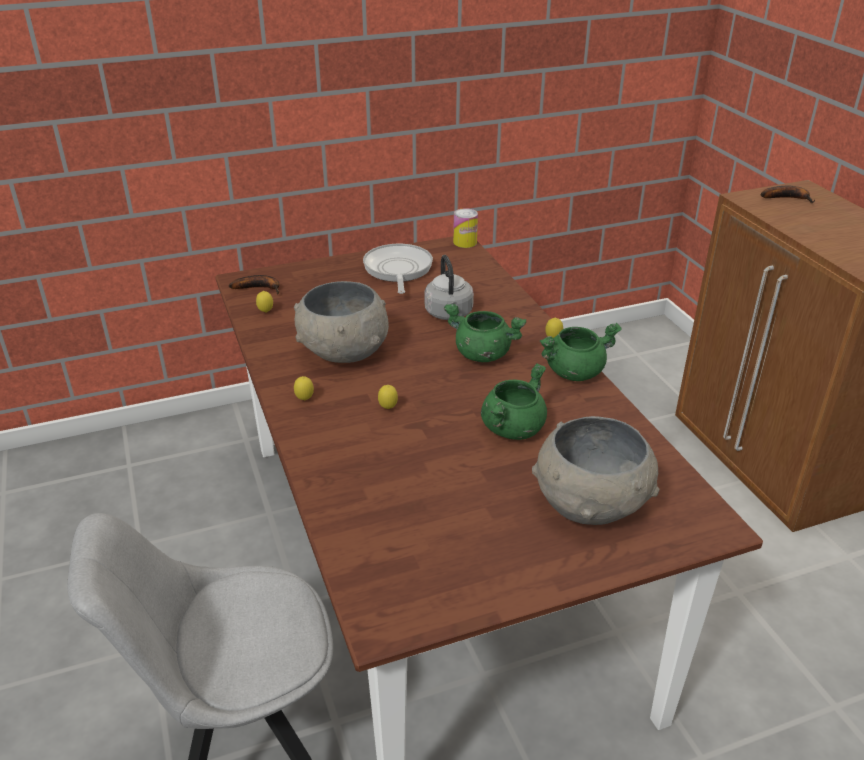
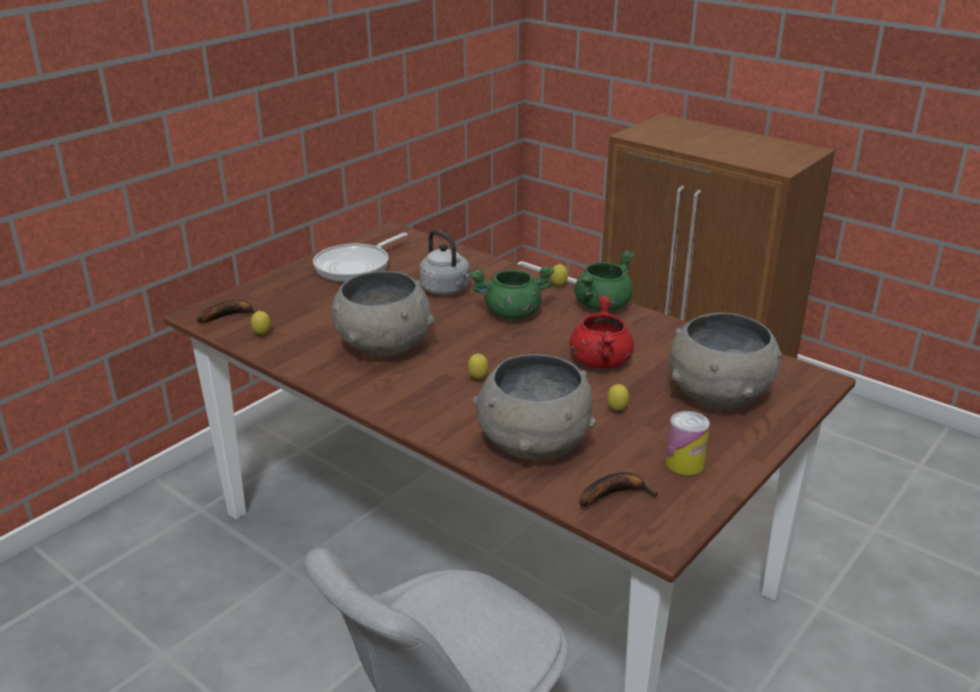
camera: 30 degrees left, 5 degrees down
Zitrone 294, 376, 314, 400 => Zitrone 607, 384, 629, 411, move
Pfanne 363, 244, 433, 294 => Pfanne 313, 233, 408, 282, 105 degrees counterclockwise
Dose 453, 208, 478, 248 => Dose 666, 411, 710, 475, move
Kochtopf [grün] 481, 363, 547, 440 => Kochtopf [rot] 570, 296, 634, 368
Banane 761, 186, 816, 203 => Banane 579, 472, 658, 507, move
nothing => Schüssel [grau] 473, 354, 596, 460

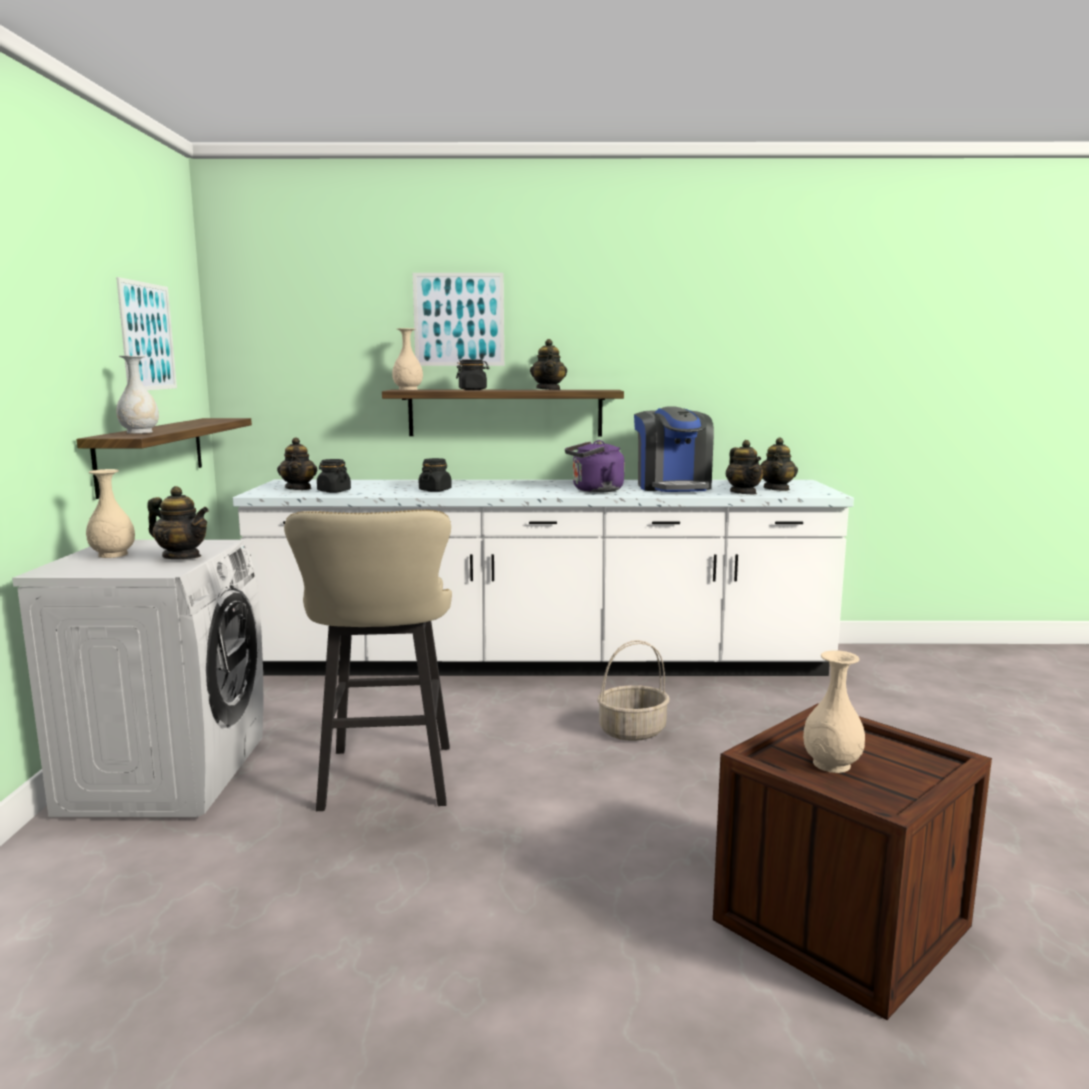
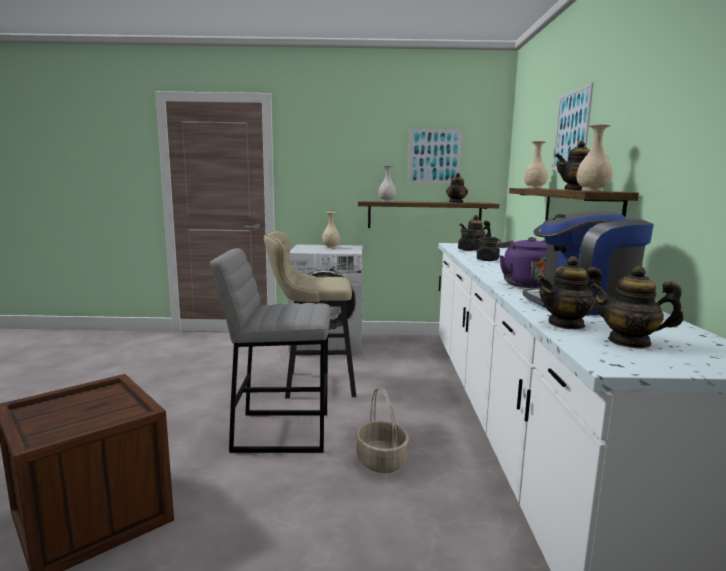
camera: 90 degrees right, 0 degrees up
Teekanne 147, 486, 209, 559 => Teekanne 446, 173, 468, 203, move
Vorratsglas [schwarz] 456, 359, 490, 390 => nothing
Vase [beige] 803, 650, 865, 773 => Vase [beige] 576, 124, 612, 191, move
nothing => Hocker [grau] 210, 248, 331, 453

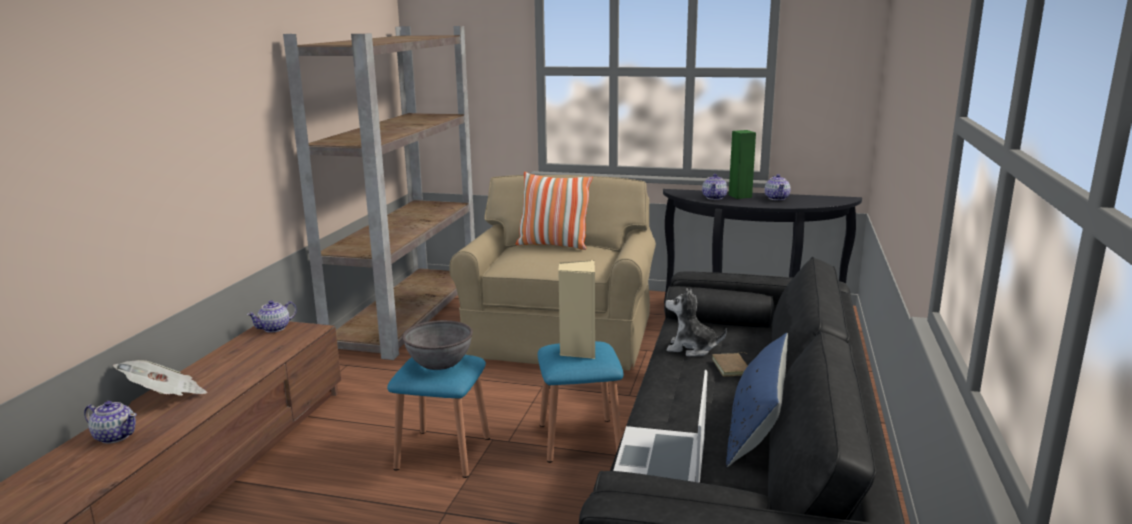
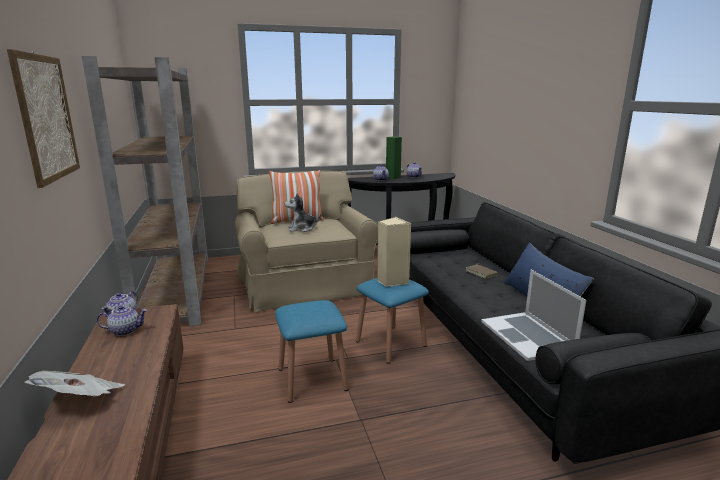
camera: 30 degrees left, 0 degrees up
Teekanne 84, 401, 137, 444 => Teekanne 97, 305, 148, 336, move
Schüssel [grau] 402, 320, 473, 370 => nothing
Plüschtier 665, 289, 727, 356 => Plüschtier 284, 193, 322, 232, move
nothing => Bild 7, 49, 80, 188

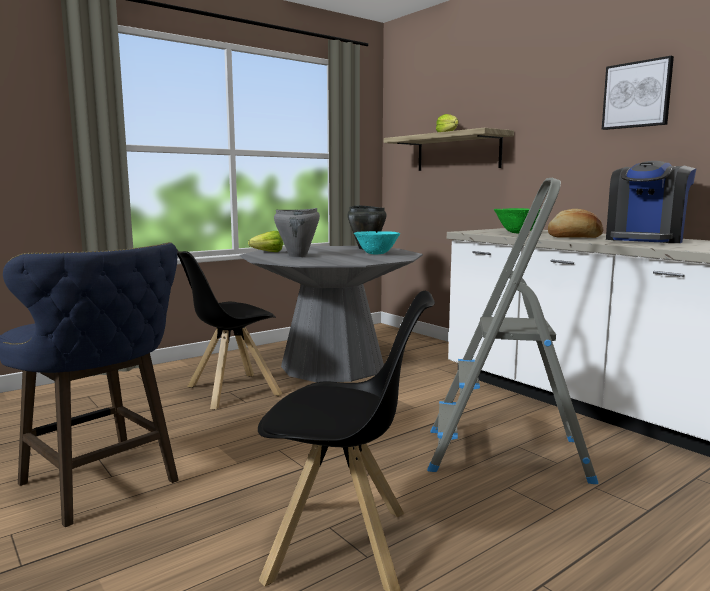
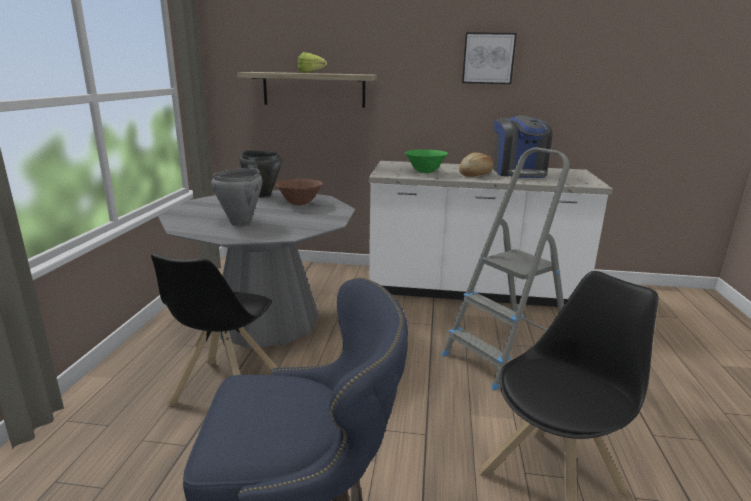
camera: 45 degrees left, 10 degrees up
Salatkopf 248, 231, 283, 252 => nothing
Schüssel [türkis] 354, 231, 400, 255 => Schüssel [braun] 276, 179, 323, 205

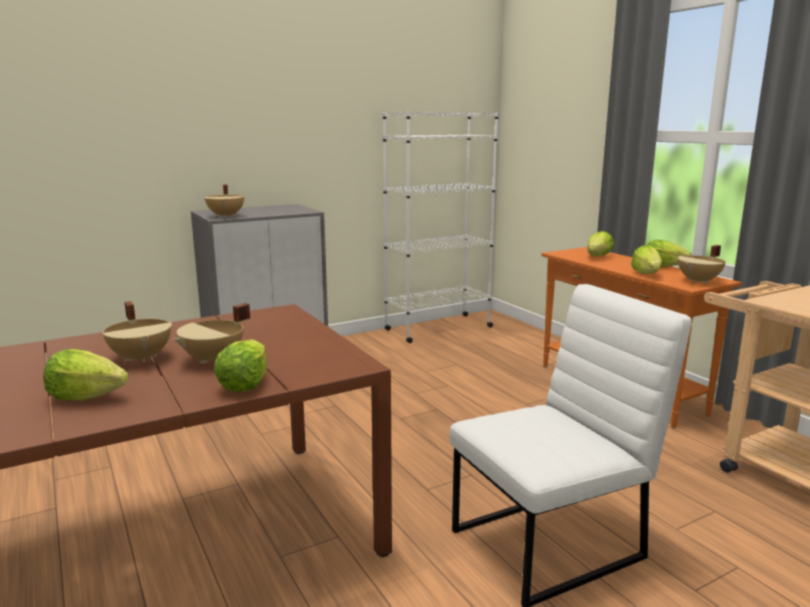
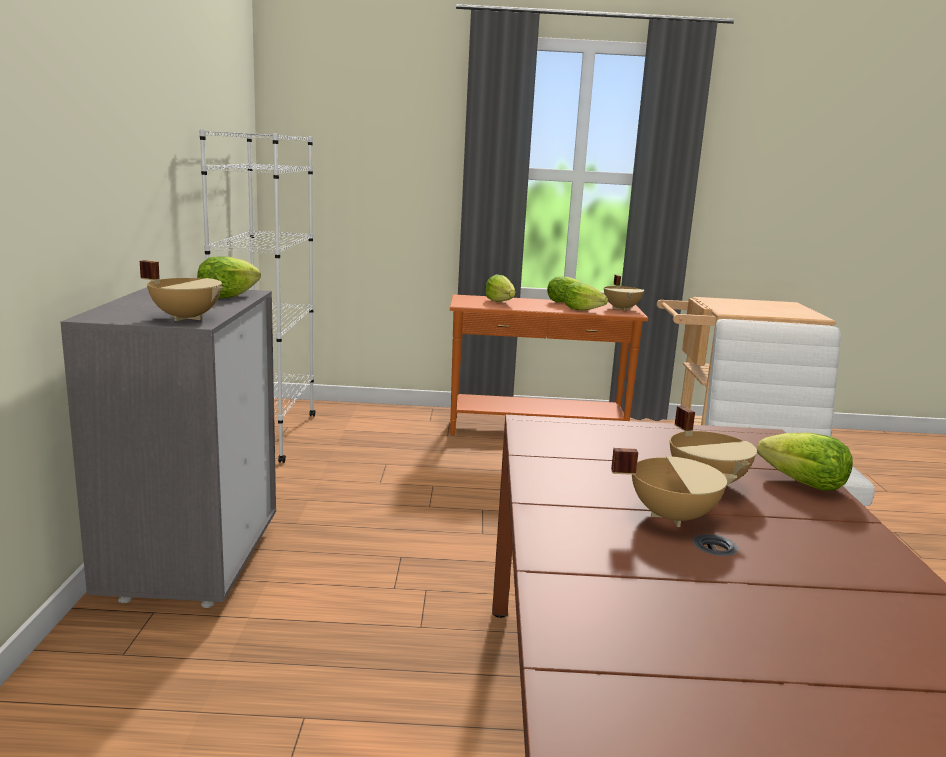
camera: 60 degrees left, 0 degrees up
Salatkopf 43, 349, 129, 401 => Salatkopf 197, 256, 261, 298, move

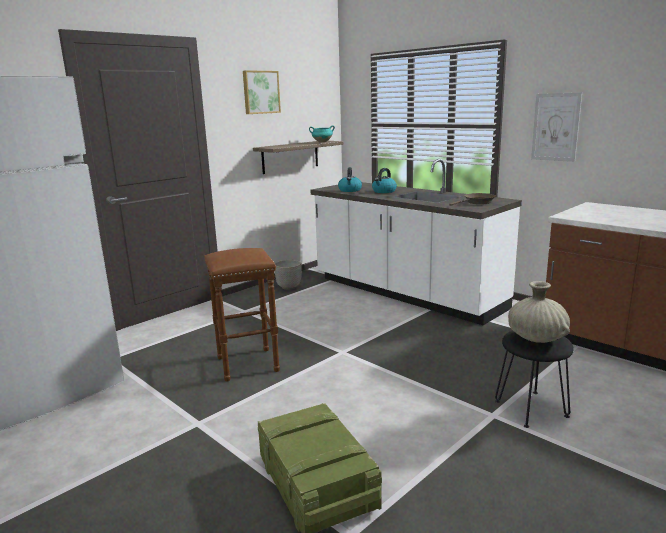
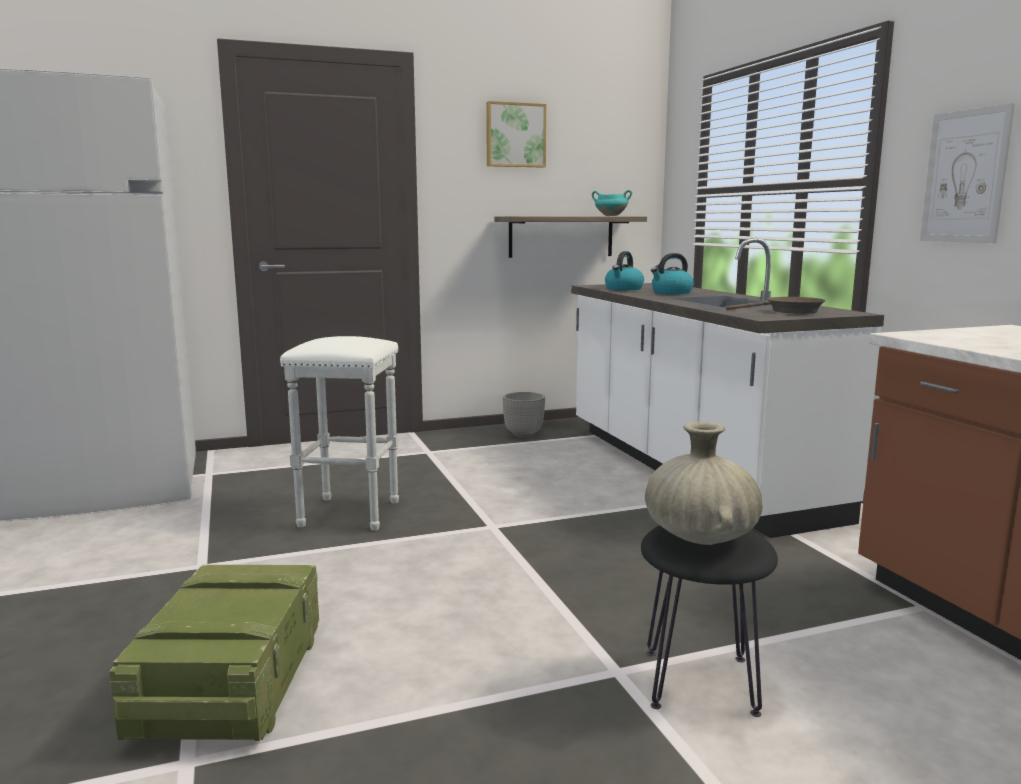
camera: 25 degrees right, 5 degrees down
Hocker [braun] 204, 248, 280, 381 => Hocker [weiß] 280, 336, 399, 531

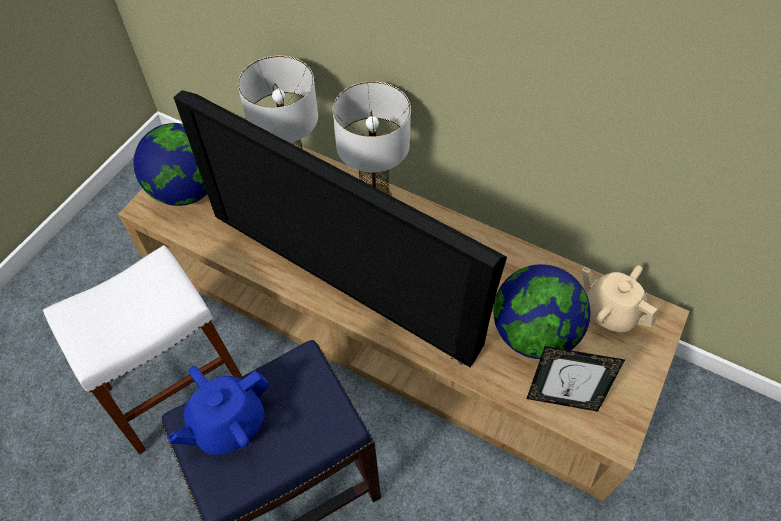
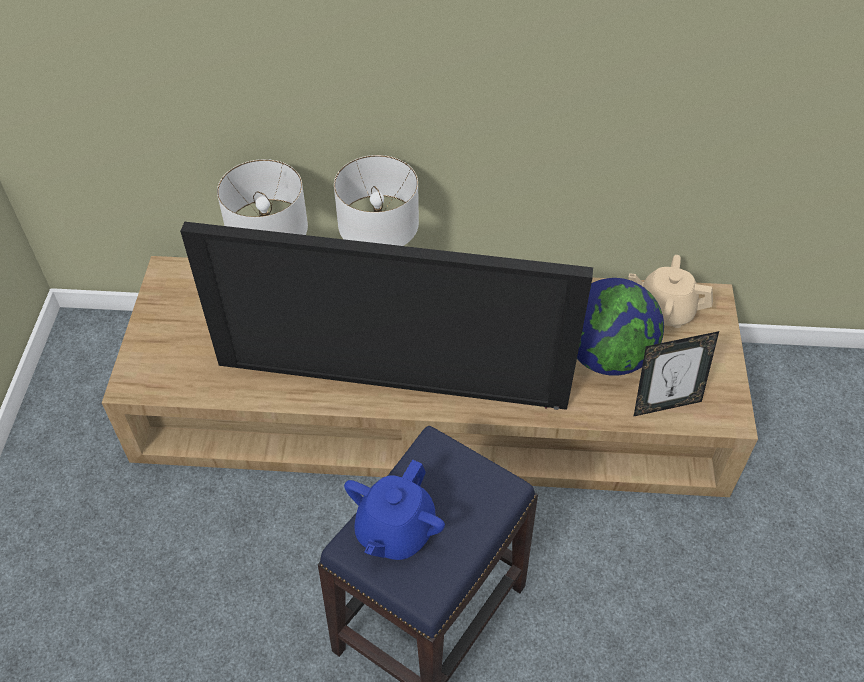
camera: 25 degrees left, 5 degrees down
Hocker [weiß] 43, 245, 242, 454 => nothing
Globus 133, 123, 207, 206 => nothing

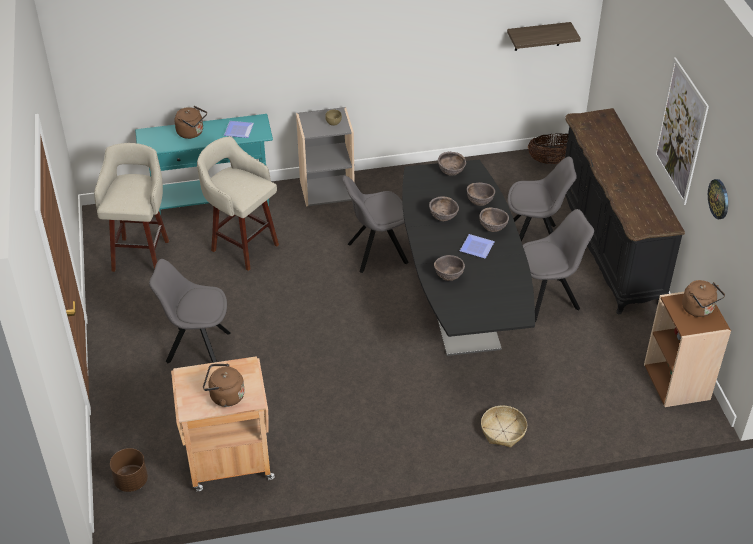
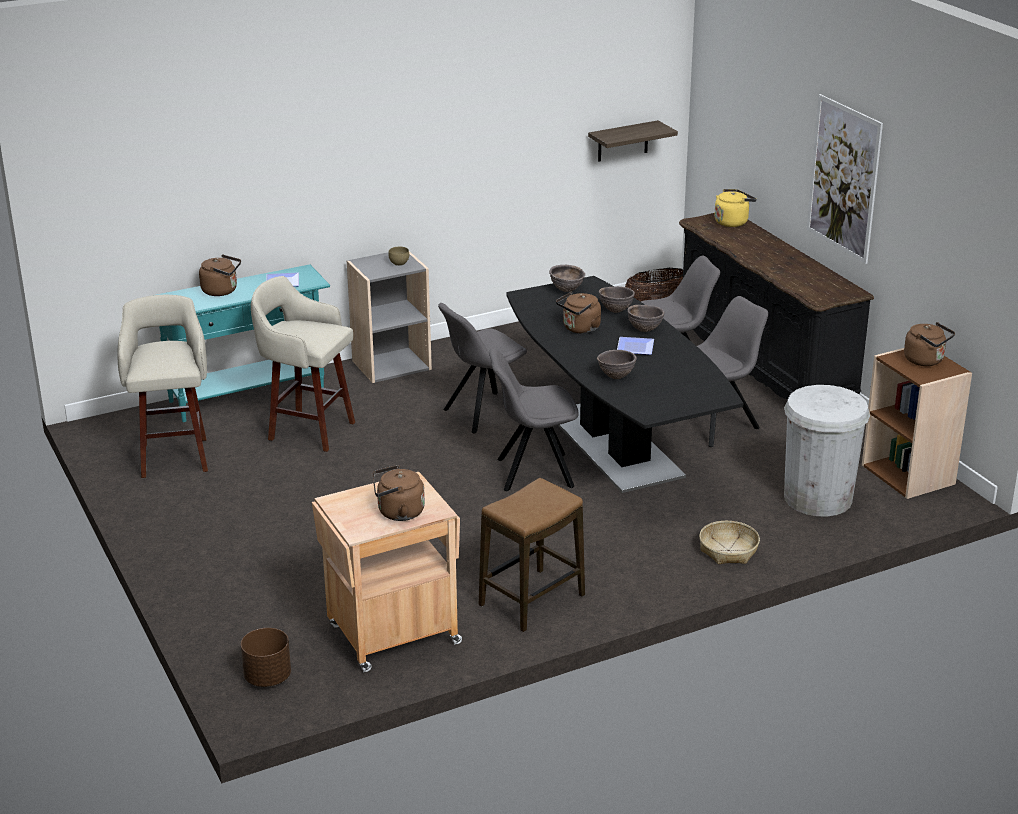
camera: 15 degrees left, 15 degrees down
Stuhl [grau] 149, 259, 231, 363 => Stuhl [grau] 489, 348, 579, 491, move
Schüssel [braun] 429, 196, 459, 221 => Wasserkessel [braun] 556, 291, 601, 334
Wanduhr 708, 179, 728, 219 => nothing
nothing => Hocker 479, 478, 585, 632
nothing => Wasserkessel [gelb] 714, 189, 756, 227
nothing => Mülleimer [weiß] 784, 385, 870, 517

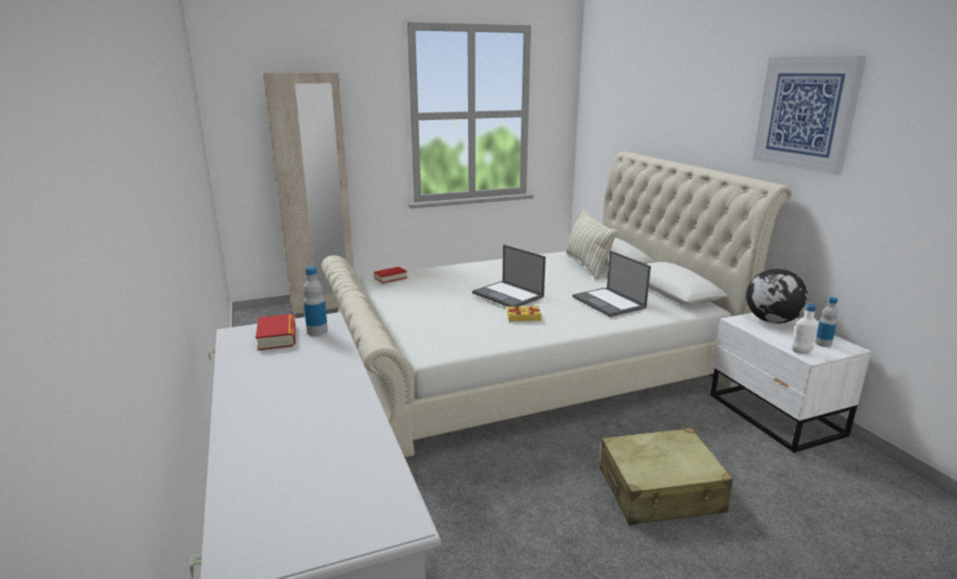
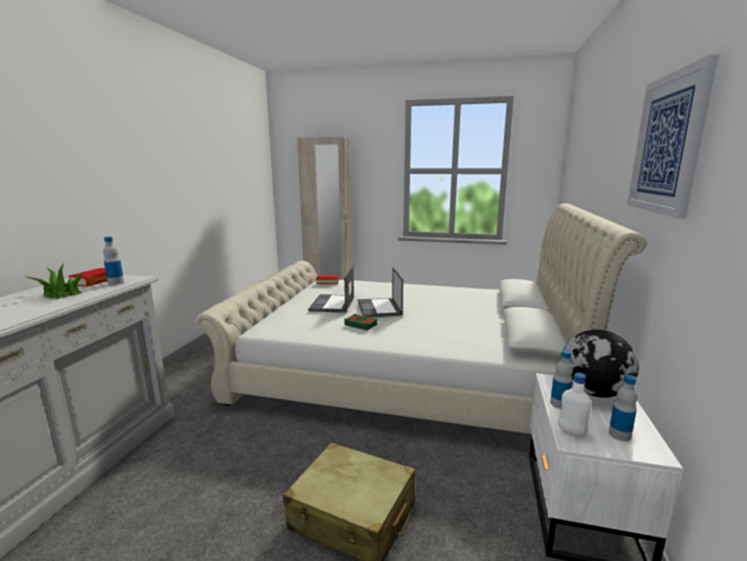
camera: 35 degrees right, 5 degrees down
Buch [gelb] 507, 306, 542, 321 => Buch [grün] 344, 314, 377, 331
Kissen 566, 209, 618, 279 => nothing
Laptop 573, 250, 651, 317 => Laptop 308, 266, 354, 313, move
nothing => Topfpflanze 27, 263, 83, 299
nothing => Flasche 550, 350, 573, 409

